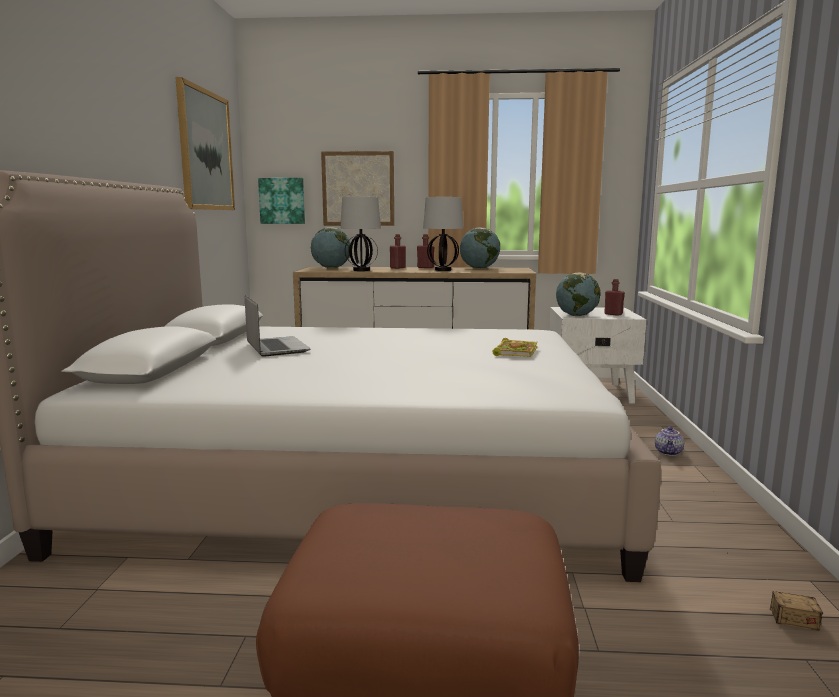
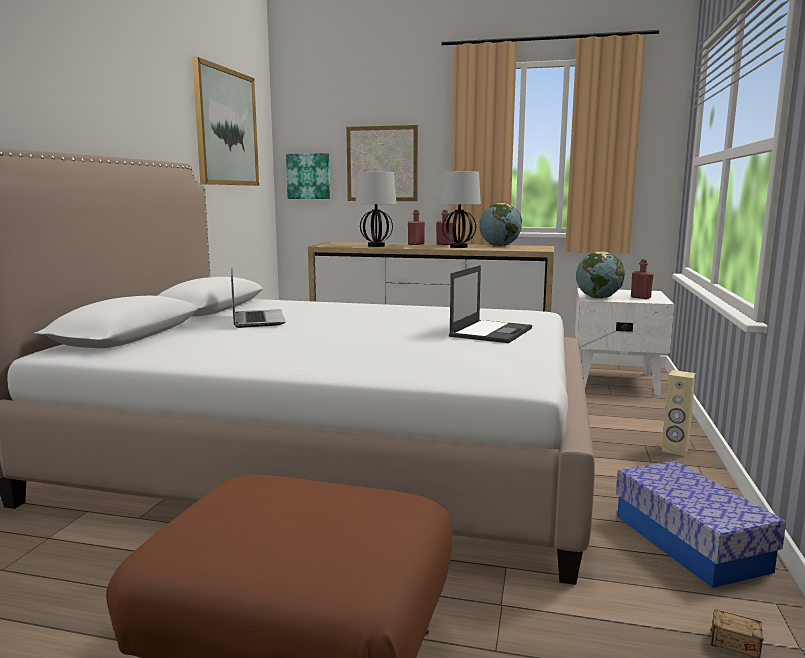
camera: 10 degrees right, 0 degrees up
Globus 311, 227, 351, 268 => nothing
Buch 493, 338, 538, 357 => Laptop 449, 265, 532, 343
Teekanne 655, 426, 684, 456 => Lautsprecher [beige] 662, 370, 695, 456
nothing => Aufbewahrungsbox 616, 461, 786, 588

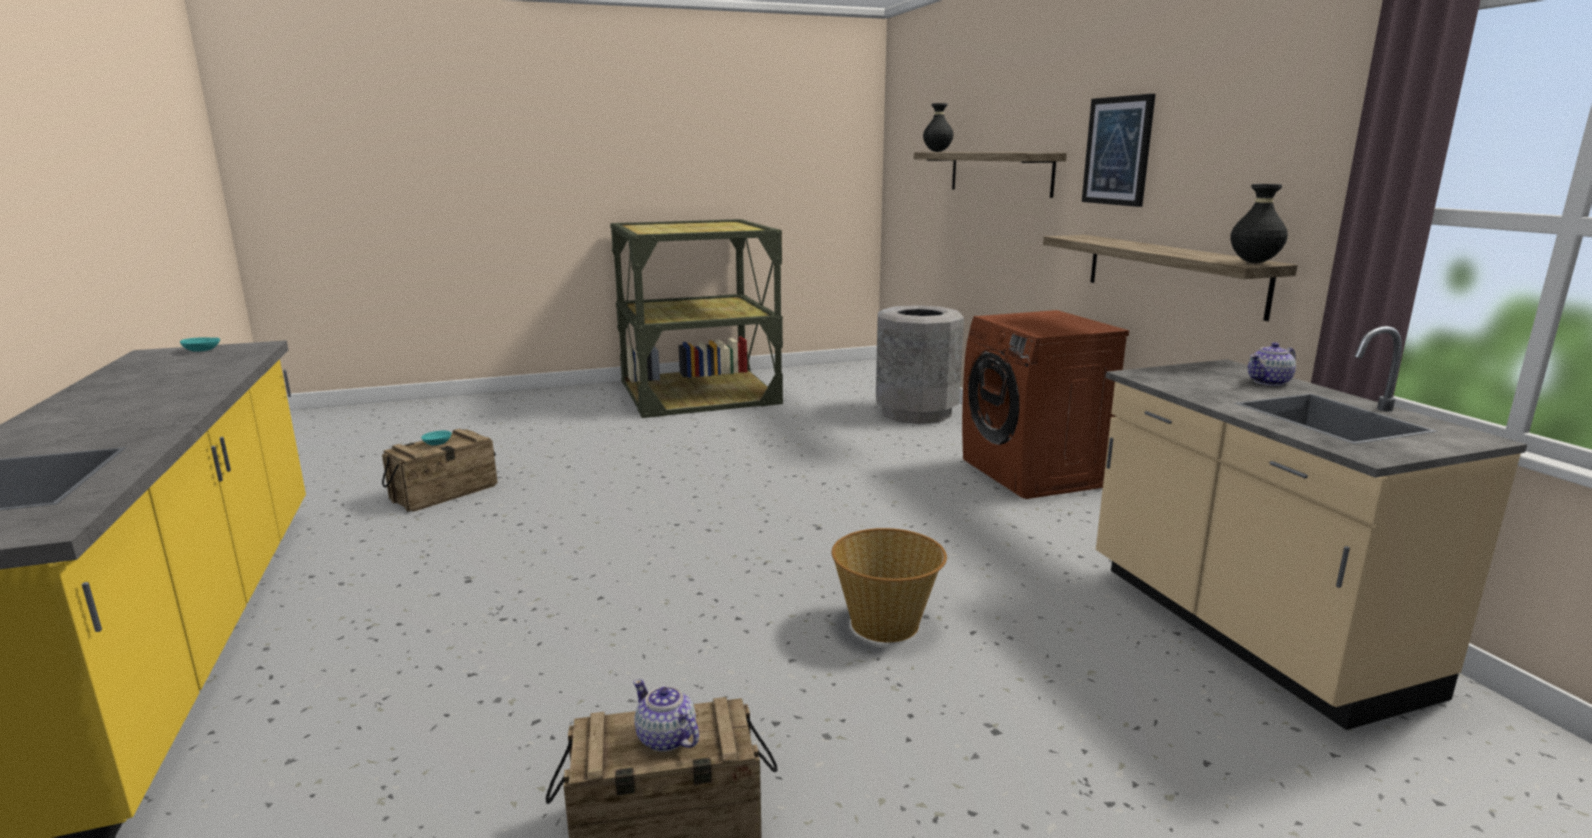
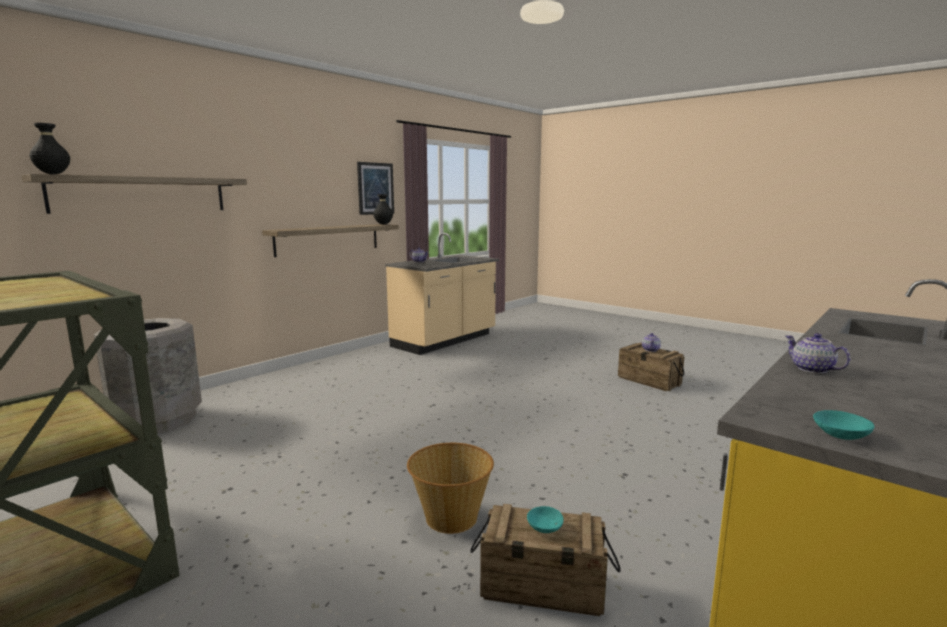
camera: 120 degrees left, 5 degrees down
Korb 832, 528, 947, 642 => Korb 407, 443, 494, 534, move
Waschmaschine [braun] 962, 310, 1129, 499 => nothing
Bild 1082, 94, 1156, 207 => Bild 357, 162, 394, 215, move
nothing => Teekanne 785, 333, 851, 373

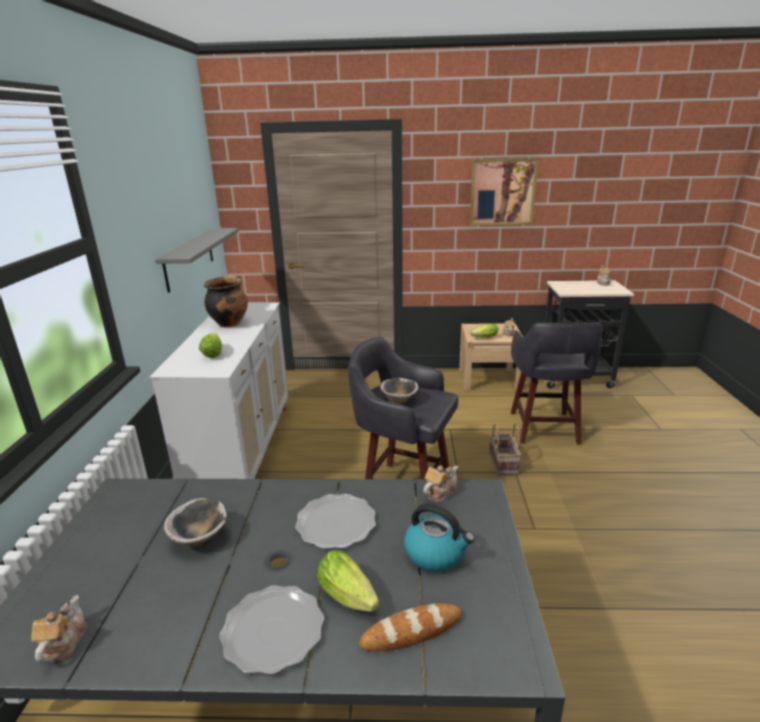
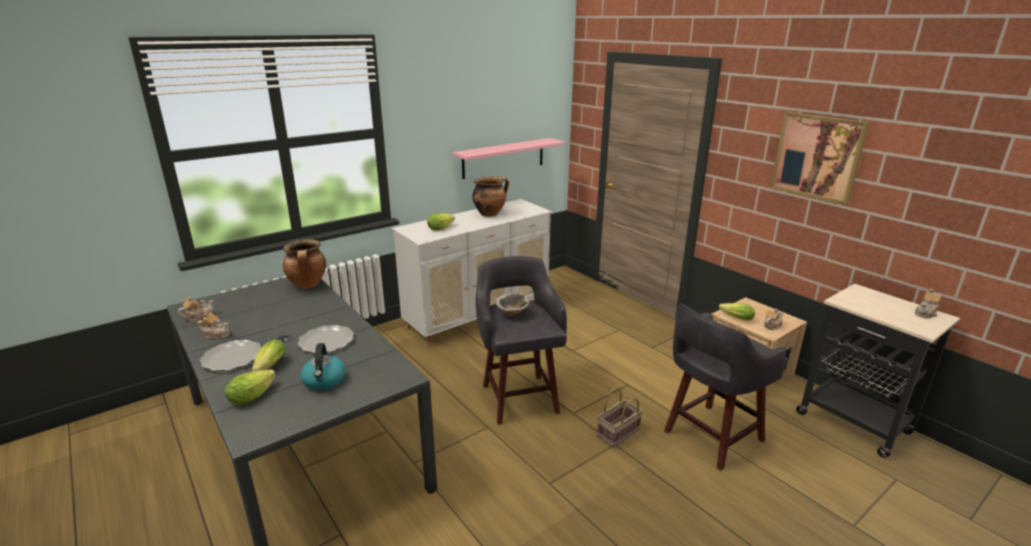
camera: 50 degrees right, 0 degrees up
Wandregal [grau] 155, 228, 239, 293 => Wandregal [rosa] 452, 138, 565, 179
Schüssel 164, 498, 227, 547 => nothing
Brot 359, 603, 462, 651 => Salatkopf 225, 369, 276, 405
Teekanne 423, 466, 458, 503 => Teekanne 197, 312, 230, 339, move
nothing => Kochtopf 283, 239, 326, 289

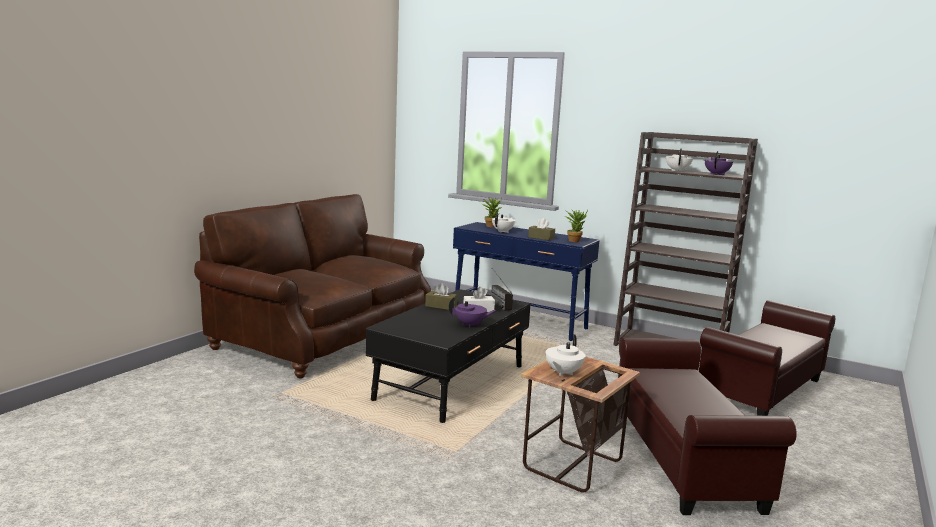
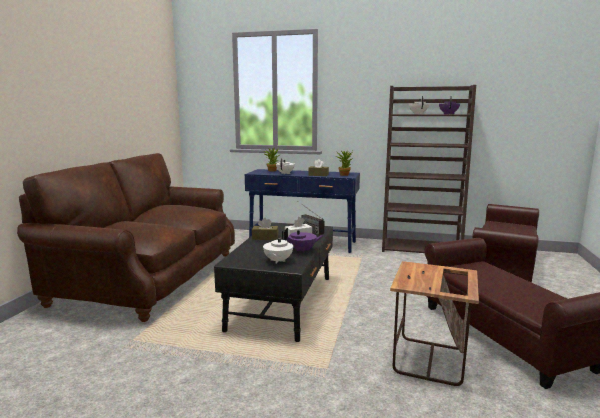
camera: 15 degrees left, 0 degrees up
Teekanne [weiß] 546, 334, 586, 376 => Teekanne [weiß] 263, 231, 293, 264, move

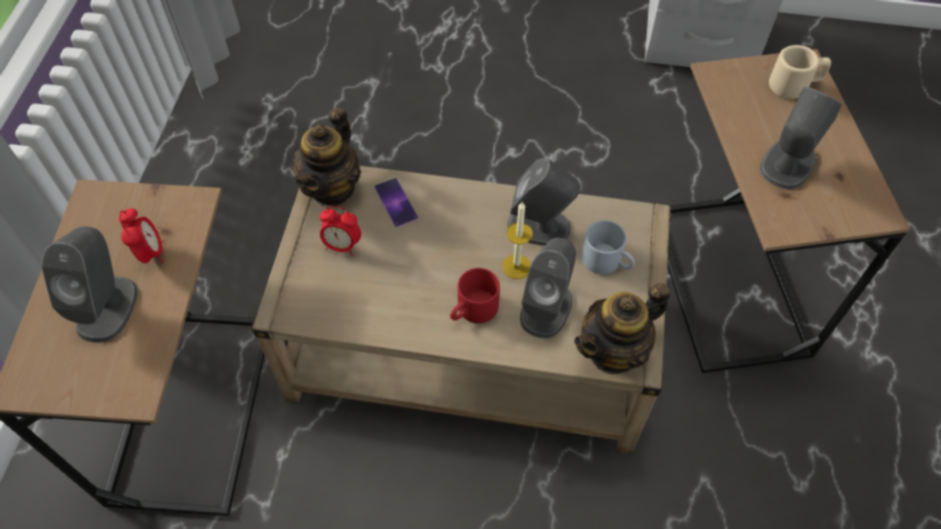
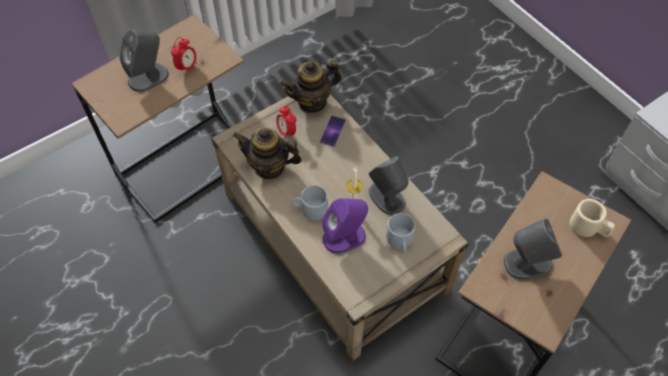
camera: 45 degrees right, 0 degrees up
Henkelbecher [rot] 450, 268, 500, 323 => Henkelbecher [grau] 291, 185, 328, 220
Lautsprecher [grau] 520, 238, 576, 338 => Lautsprecher [lila] 322, 198, 368, 253
Teekanne 574, 283, 670, 375 => Teekanne 233, 127, 302, 179, move

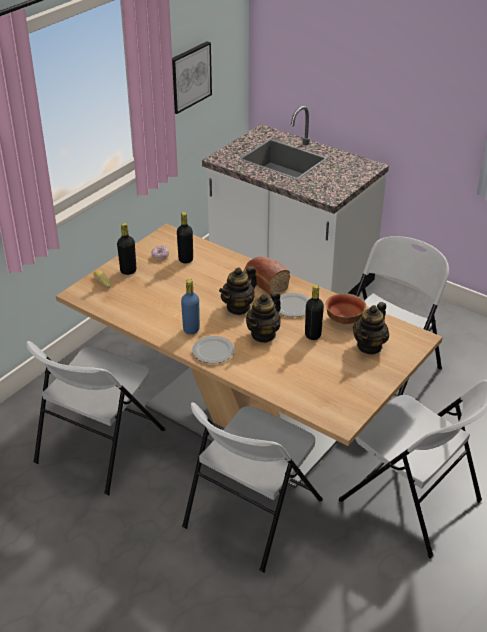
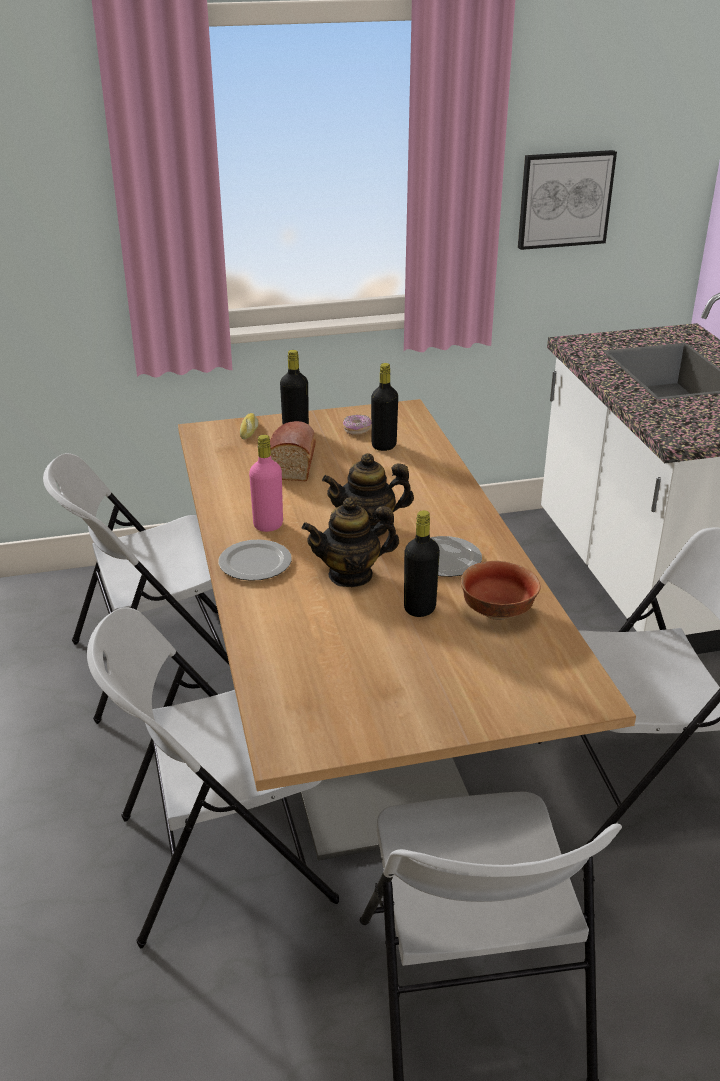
camera: 40 degrees right, 5 degrees down
Flasche [blau] 181, 279, 200, 334 => Flasche [rosa] 249, 435, 283, 532
Brot 243, 256, 290, 296 => Brot 270, 421, 316, 481, move
Teekanne 353, 302, 389, 355 => nothing

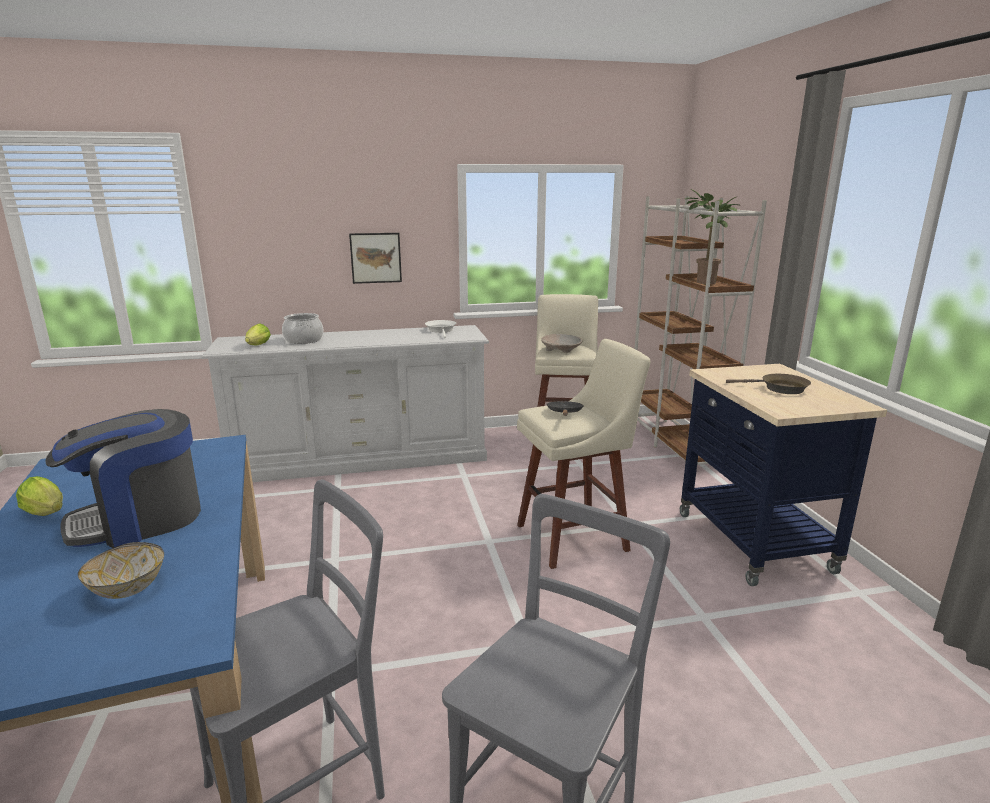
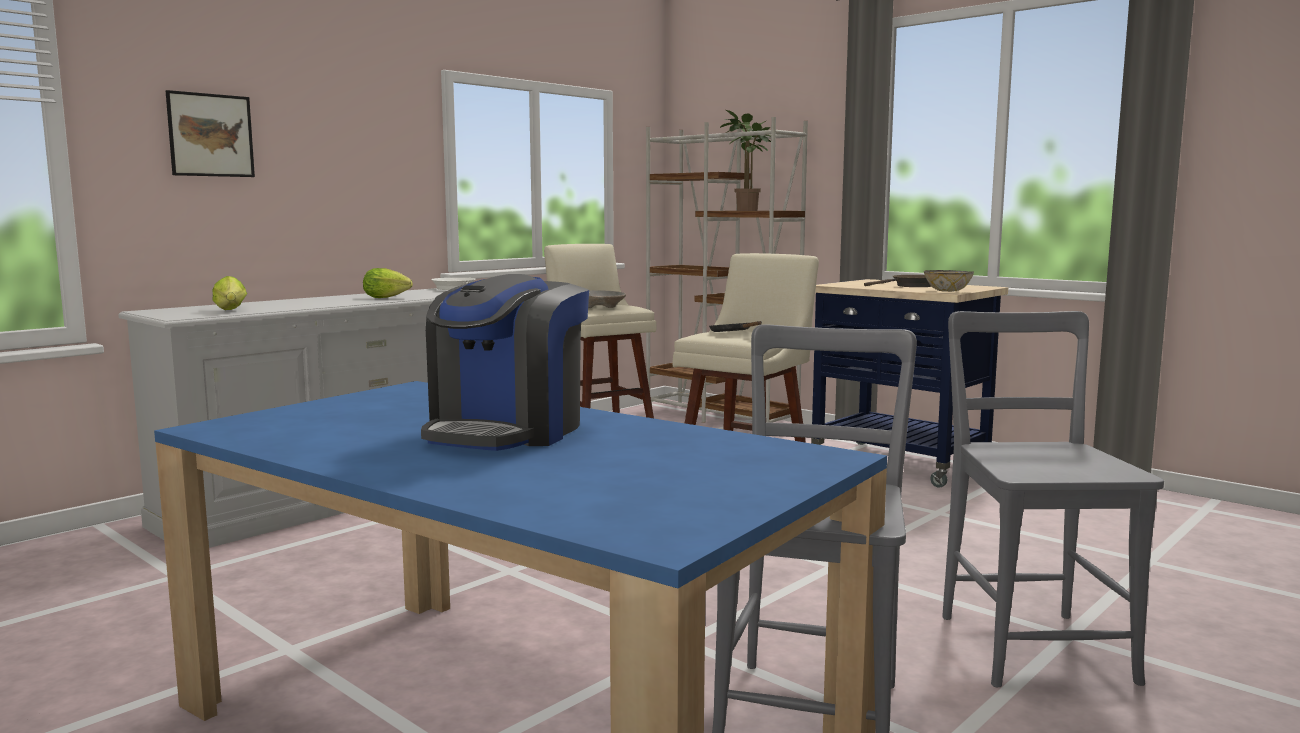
camera: 35 degrees left, 10 degrees down
Salatkopf 16, 476, 63, 516 => Salatkopf 363, 268, 413, 298, move
Schüssel 78, 542, 164, 599 => Schüssel 924, 270, 974, 292, move
Kochtopf 282, 313, 323, 344 => nothing
Bild 349, 233, 402, 284 => Bild 166, 90, 255, 177, move

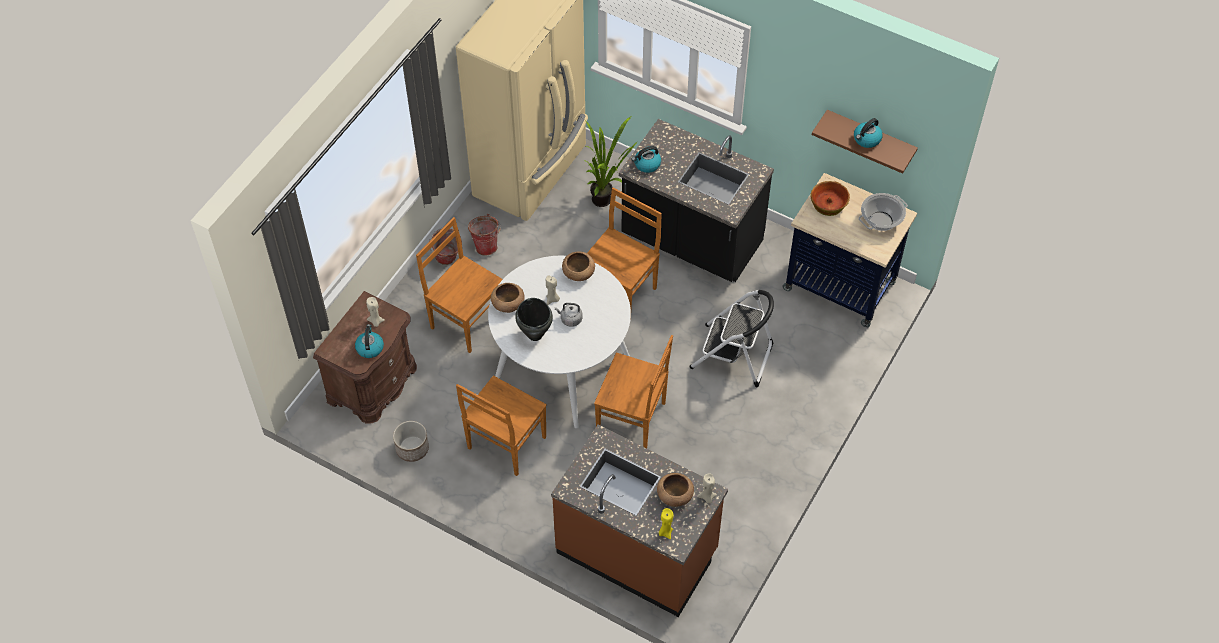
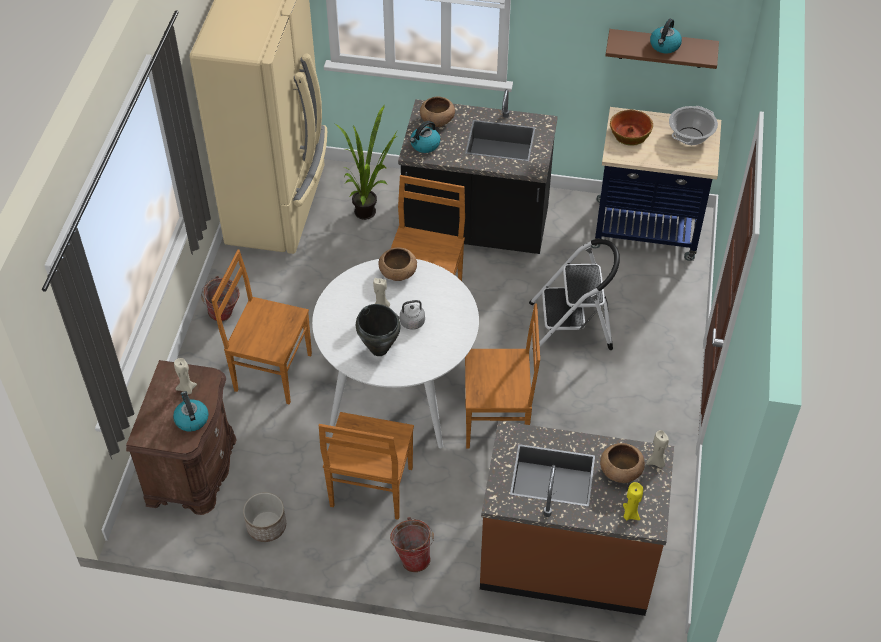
camera: 20 degrees left, 5 degrees down
Eimer 468, 214, 501, 256 => Eimer 390, 517, 434, 572, move
Schüssel [braun] 491, 283, 525, 313 => Schüssel [braun] 420, 97, 455, 127, move

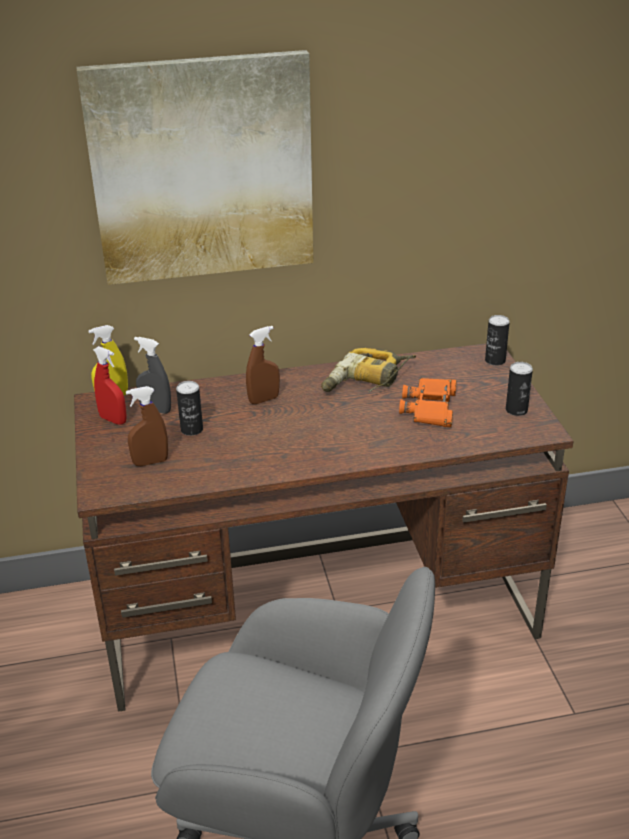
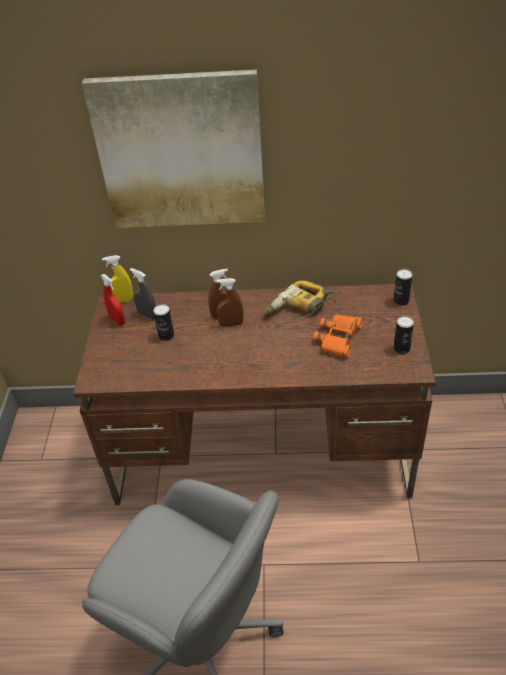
camera: 15 degrees right, 10 degrees up
Sprühflasche [braun] 126, 386, 168, 466 => Sprühflasche [braun] 217, 278, 243, 327, move

